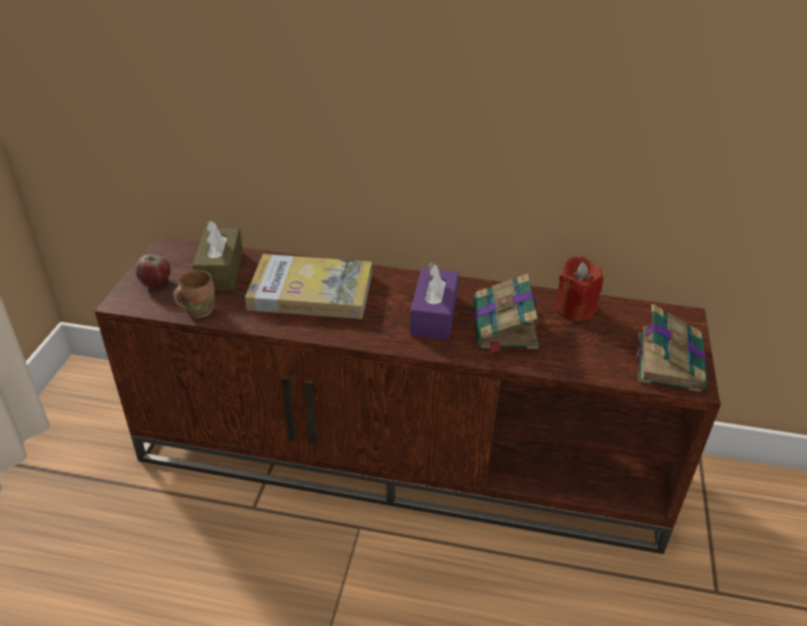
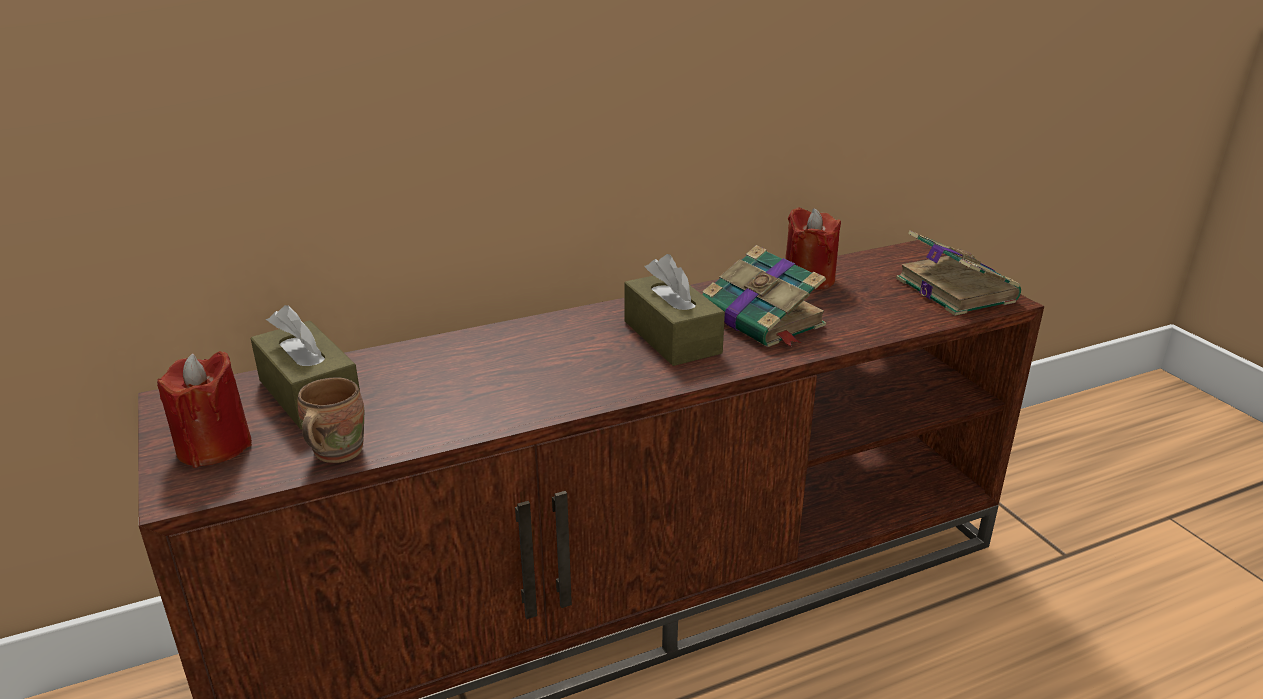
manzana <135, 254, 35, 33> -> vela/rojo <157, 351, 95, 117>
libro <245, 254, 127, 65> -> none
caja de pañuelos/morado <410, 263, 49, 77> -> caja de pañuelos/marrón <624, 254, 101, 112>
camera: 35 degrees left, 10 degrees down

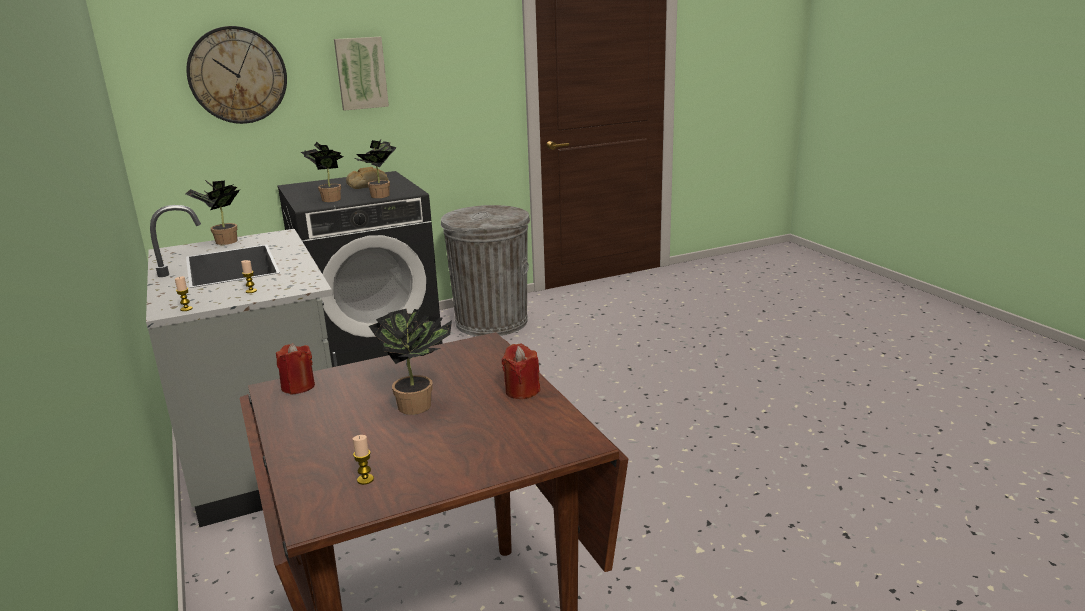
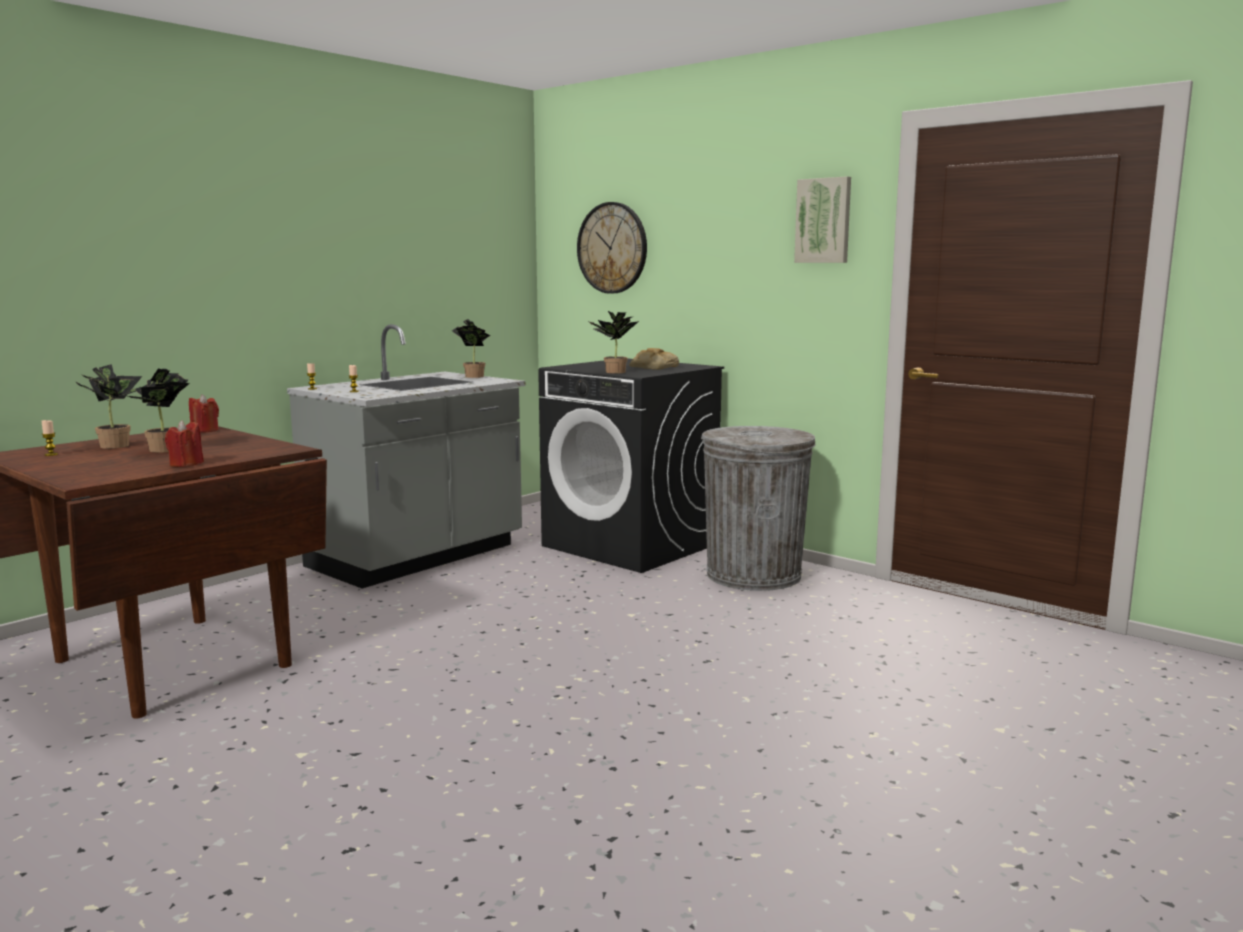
cuadro <334, 37, 55, 74> -> cuadro <794, 176, 57, 87>, shifted
planta en maceta <301, 142, 43, 60> -> planta en maceta <76, 364, 66, 85>, shifted
camera: 65 degrees right, 10 degrees down

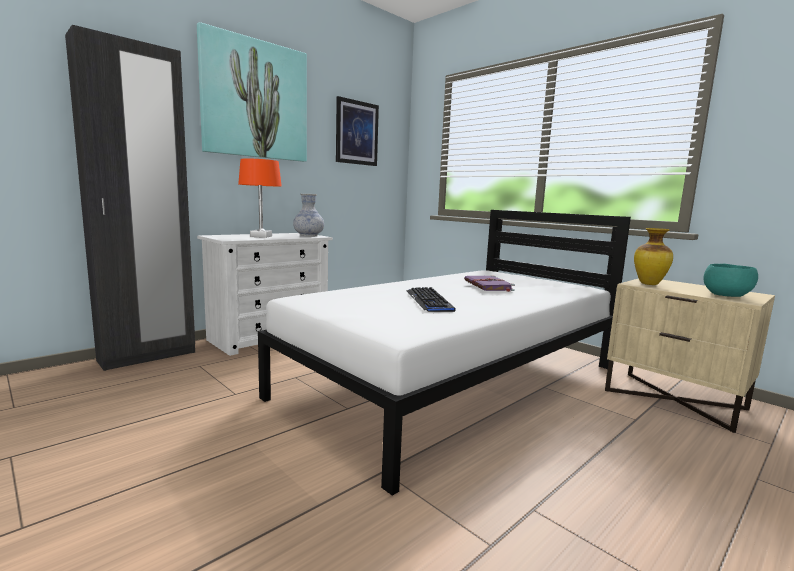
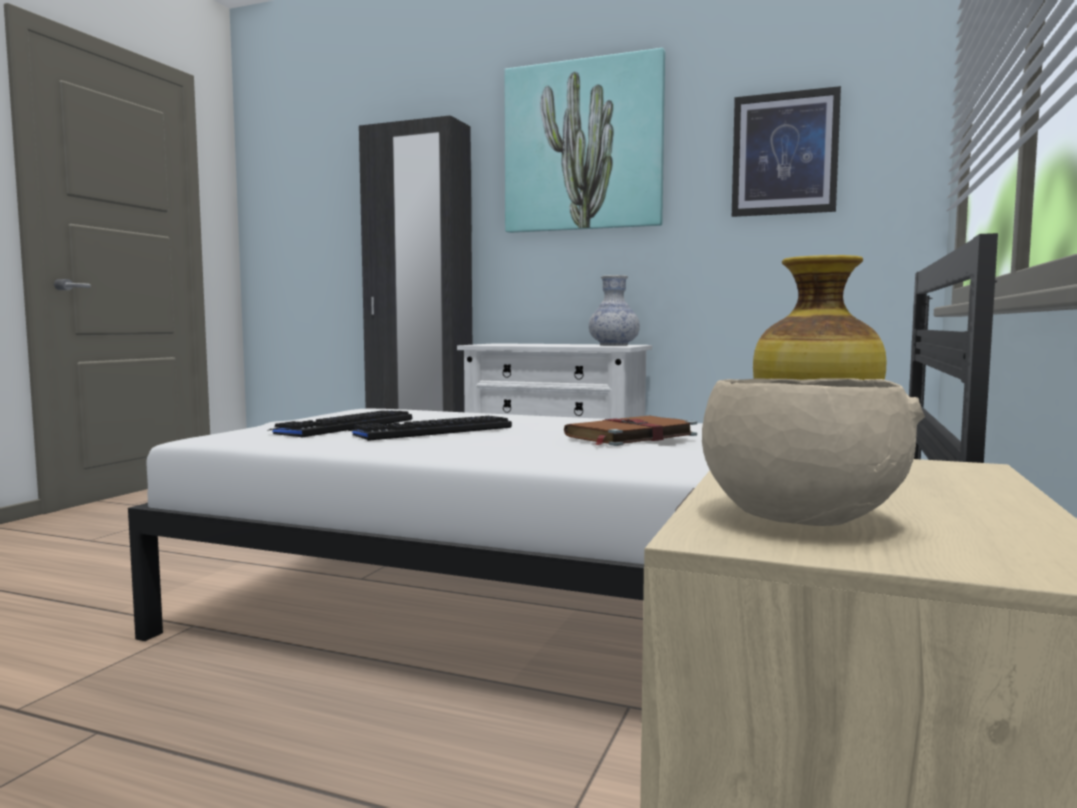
lámpara de mesa/naranja <238, 158, 44, 80> -> none
cuenco/turquesa <703, 264, 55, 33> -> cuenco/beis <702, 378, 223, 148>
libro/morado <464, 276, 51, 16> -> libro/marrón <564, 416, 133, 30>
none -> teclado <267, 410, 145, 28>
camera: 65 degrees right, 5 degrees down

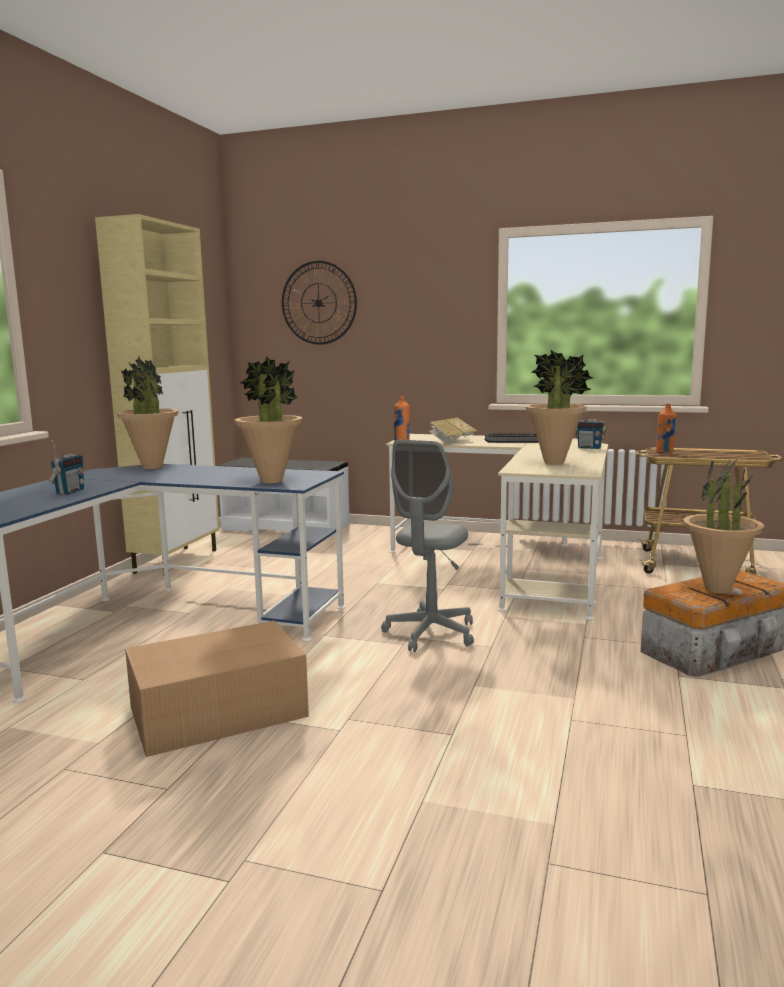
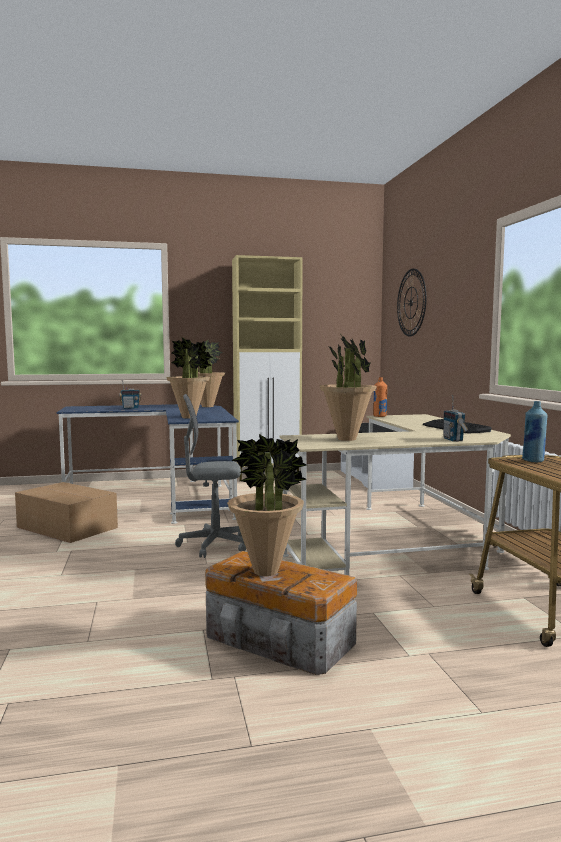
botella/naranja <656, 404, 20, 50> -> botella/azul <522, 401, 25, 61>
libro <429, 417, 48, 27> -> none
camera: 60 degrees right, 5 degrees down

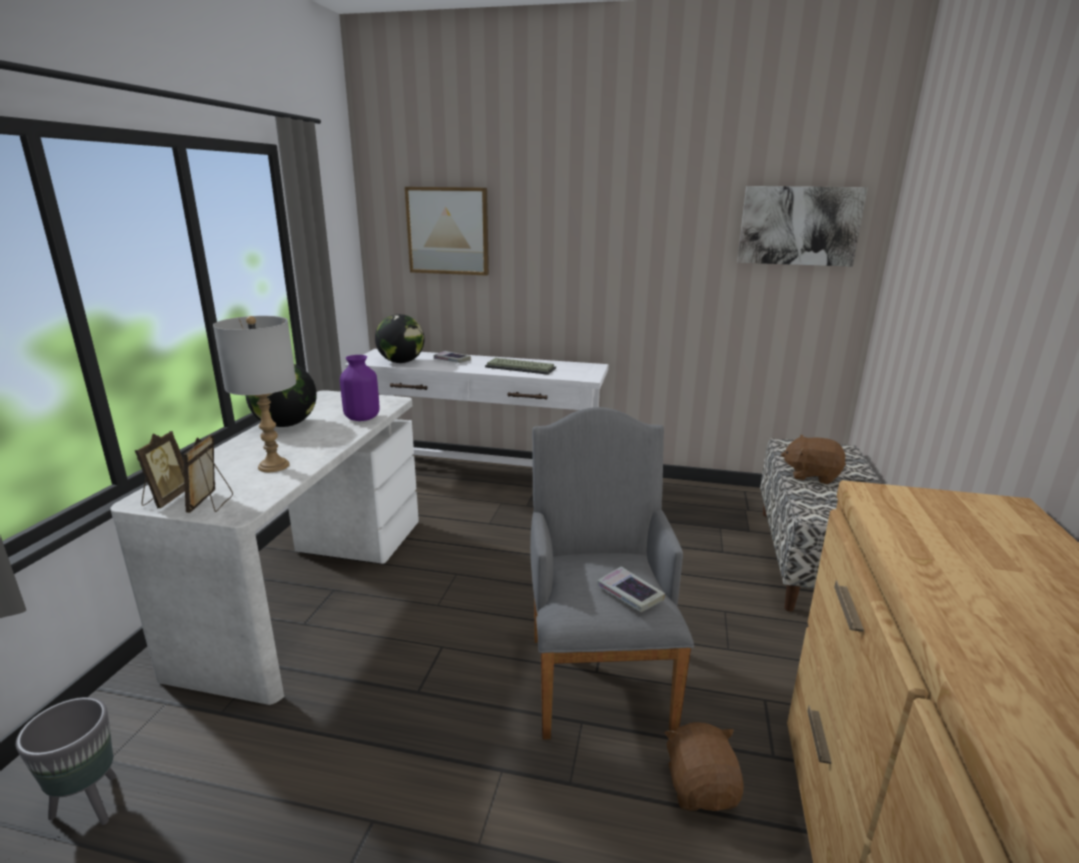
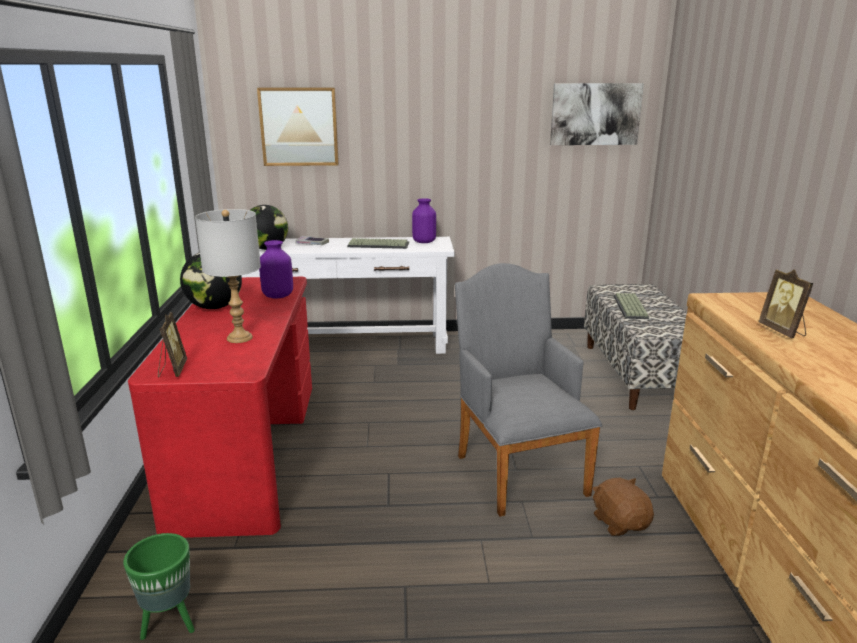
escritorio/blanco <110, 390, 309, 315> -> escritorio/rojo <128, 277, 184, 261>
portarretratos <183, 435, 50, 78> -> portarretratos <758, 270, 55, 68>, shifted
peluche/marrón <781, 435, 65, 49> -> teclado <614, 293, 35, 26>
libro <597, 566, 68, 46> -> none
maceta/gris <16, 697, 101, 128> -> maceta/verde <123, 533, 72, 107>
none -> florero/morado <412, 198, 24, 45>
camera: 15 degrees left, 0 degrees up

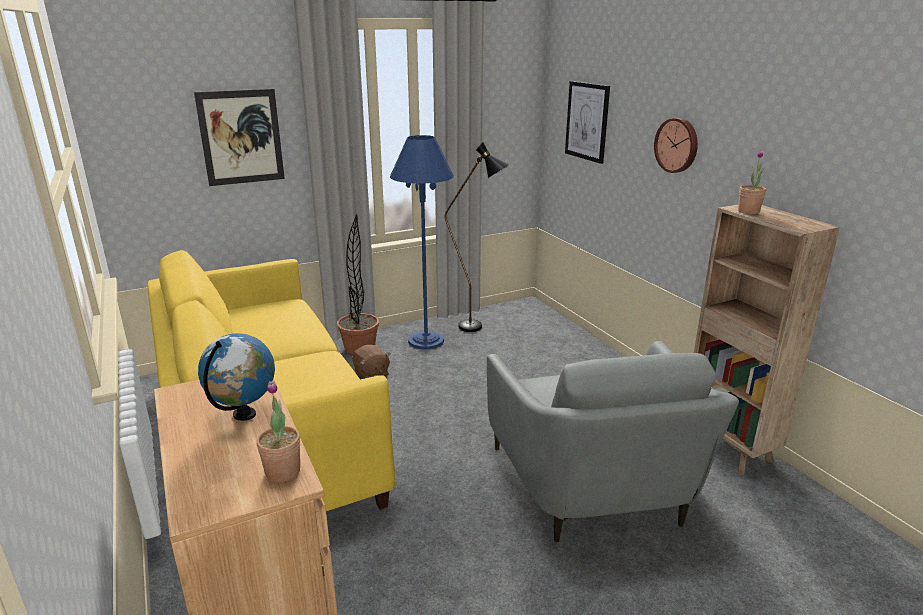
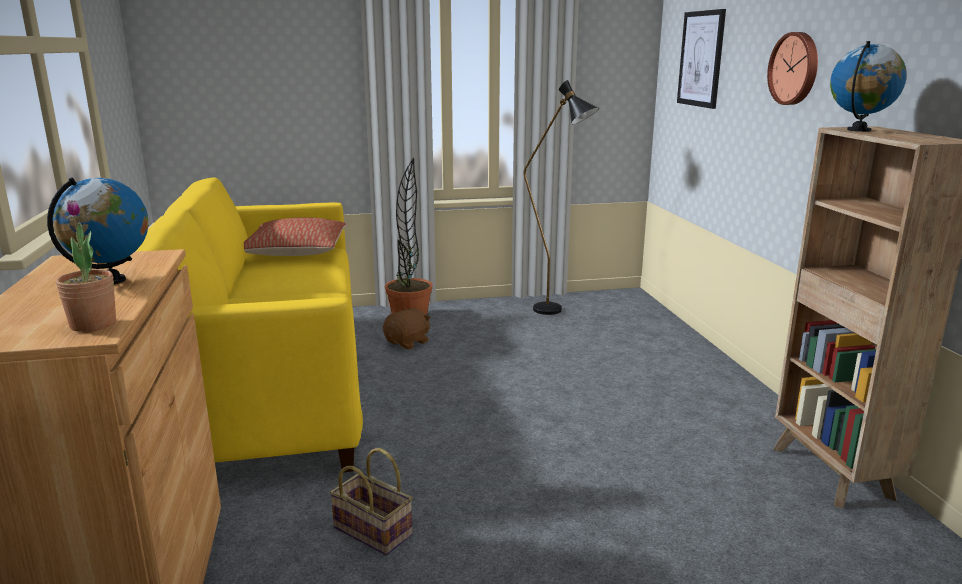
cuadro <194, 89, 91, 97> -> none
lámpara de pie/azul <390, 135, 64, 214> -> none
planta en maceta <738, 150, 28, 64> -> globo terráqueo <830, 41, 77, 91>
sillón/gris <487, 341, 252, 201> -> none
peluche/marrón <352, 345, 39, 34> -> peluche/marrón <383, 308, 48, 41>, 120 degrees counterclockwise
none -> cojín <244, 217, 102, 39>
none -> cesta <330, 448, 82, 107>
camera: 15 degrees right, 5 degrees down

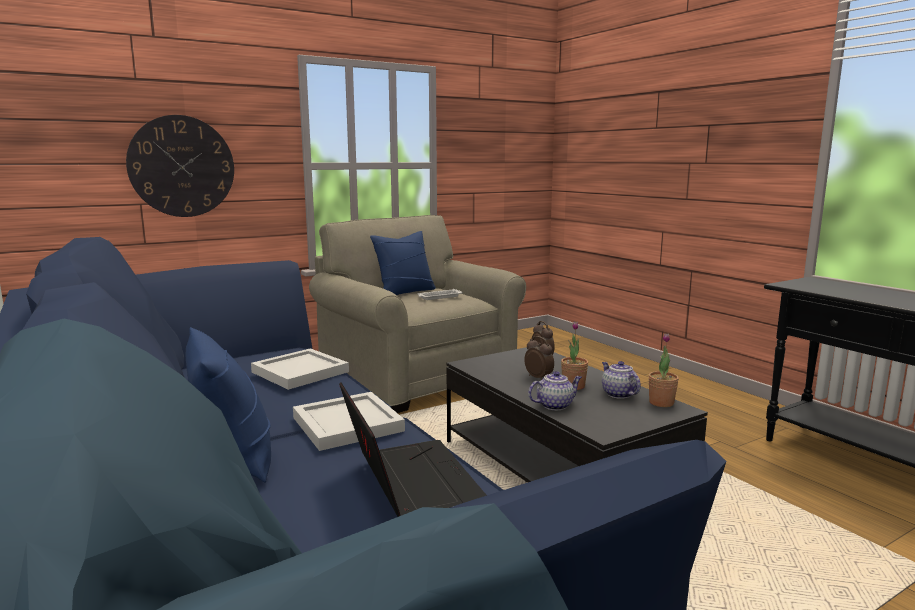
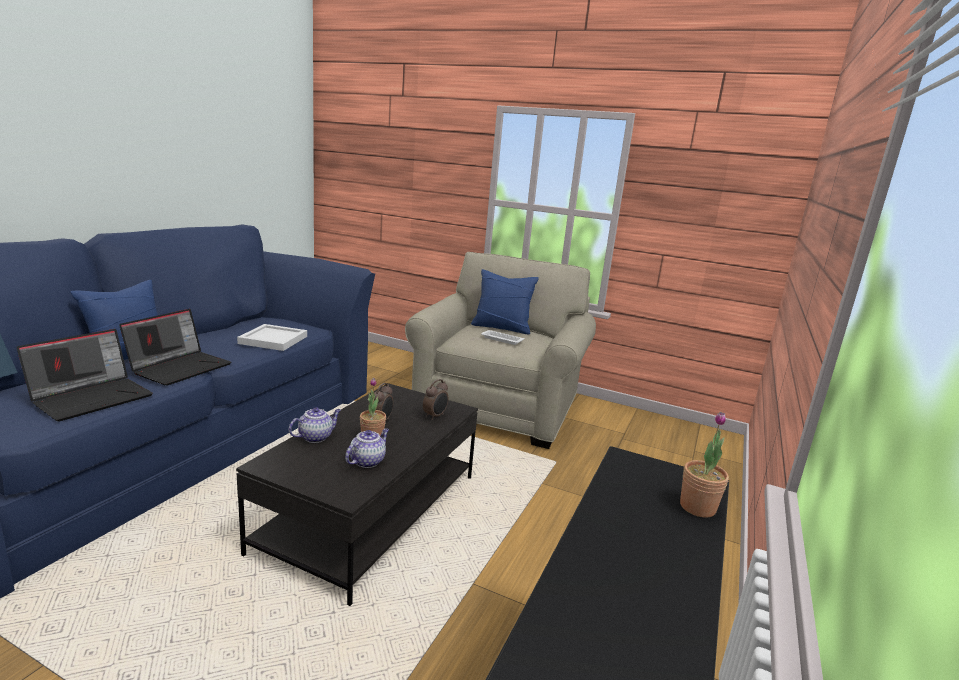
reloj de pared <126, 115, 108, 102> -> none
planta en maceta <648, 333, 31, 74> -> planta en maceta <680, 412, 49, 106>, shifted
tetera <528, 371, 54, 39> -> tetera <289, 407, 52, 36>, 75 degrees counterclockwise
bandeja/blanco <293, 392, 112, 59> -> portátil <119, 309, 113, 77>
camera: 55 degrees right, 5 degrees up

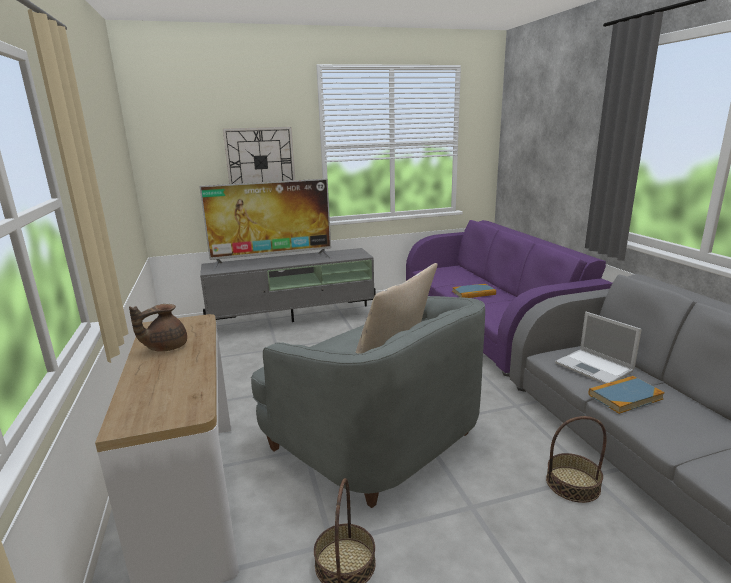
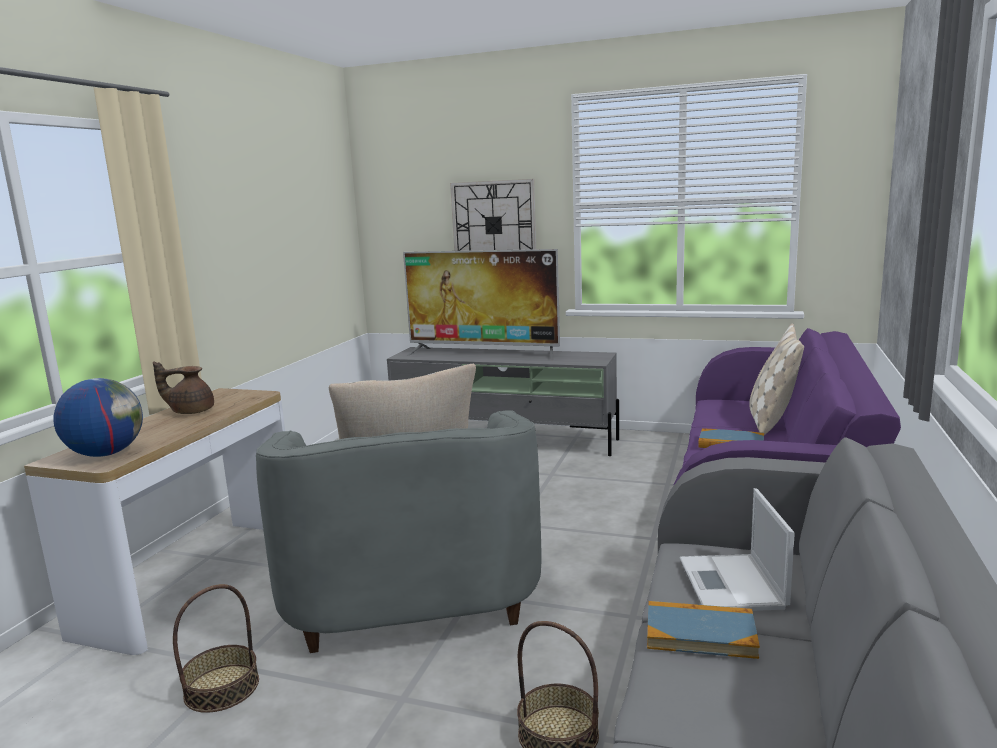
none -> cojín/beis <749, 323, 55, 112>
none -> globo terráqueo <53, 378, 90, 79>
camera: 35 degrees right, 5 degrees down

